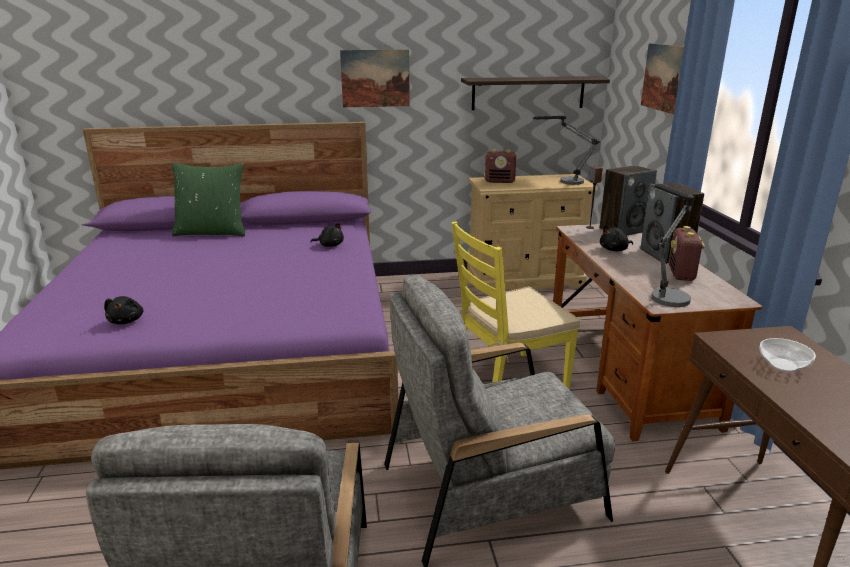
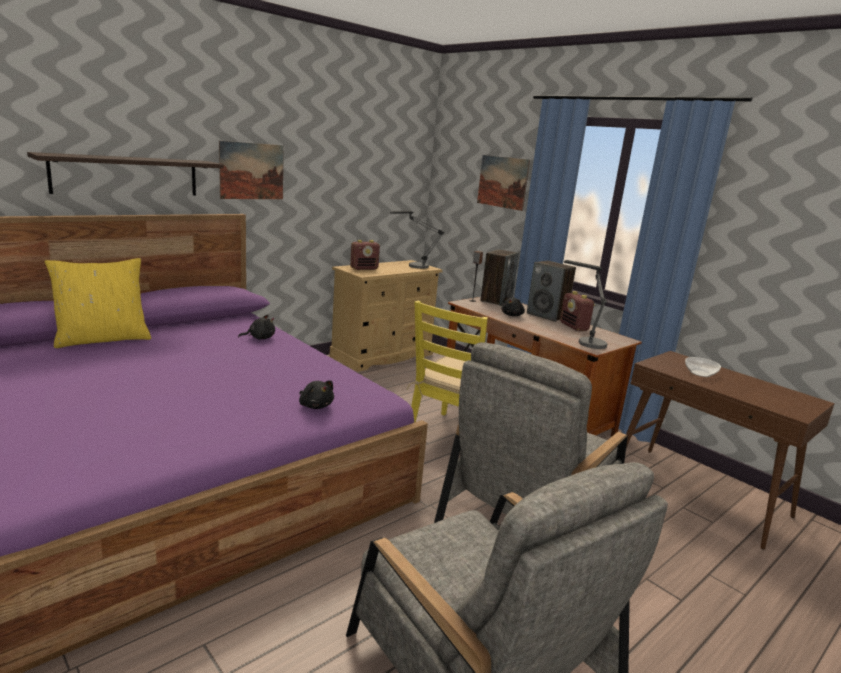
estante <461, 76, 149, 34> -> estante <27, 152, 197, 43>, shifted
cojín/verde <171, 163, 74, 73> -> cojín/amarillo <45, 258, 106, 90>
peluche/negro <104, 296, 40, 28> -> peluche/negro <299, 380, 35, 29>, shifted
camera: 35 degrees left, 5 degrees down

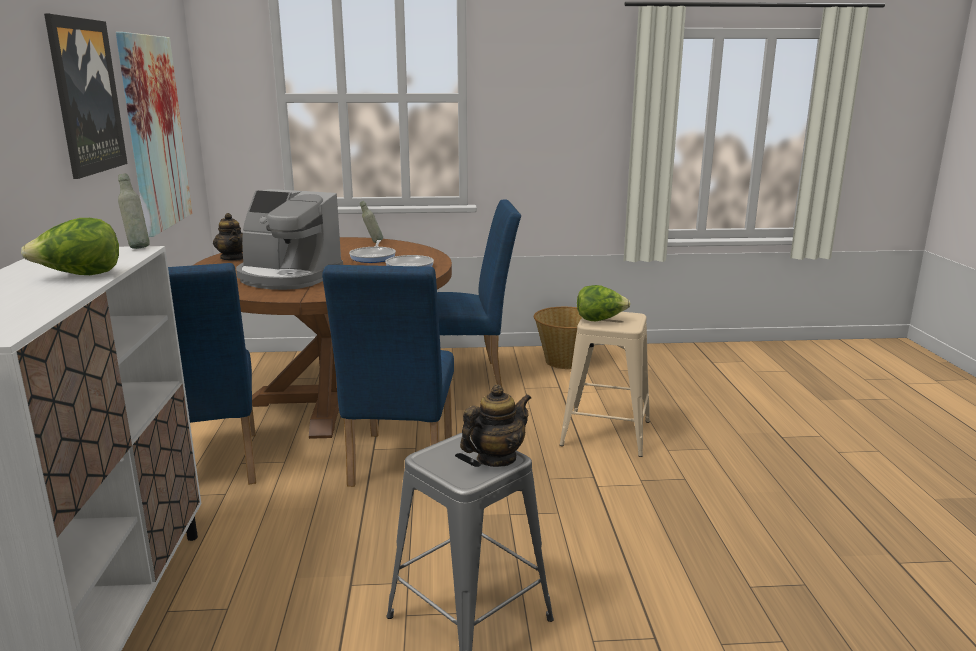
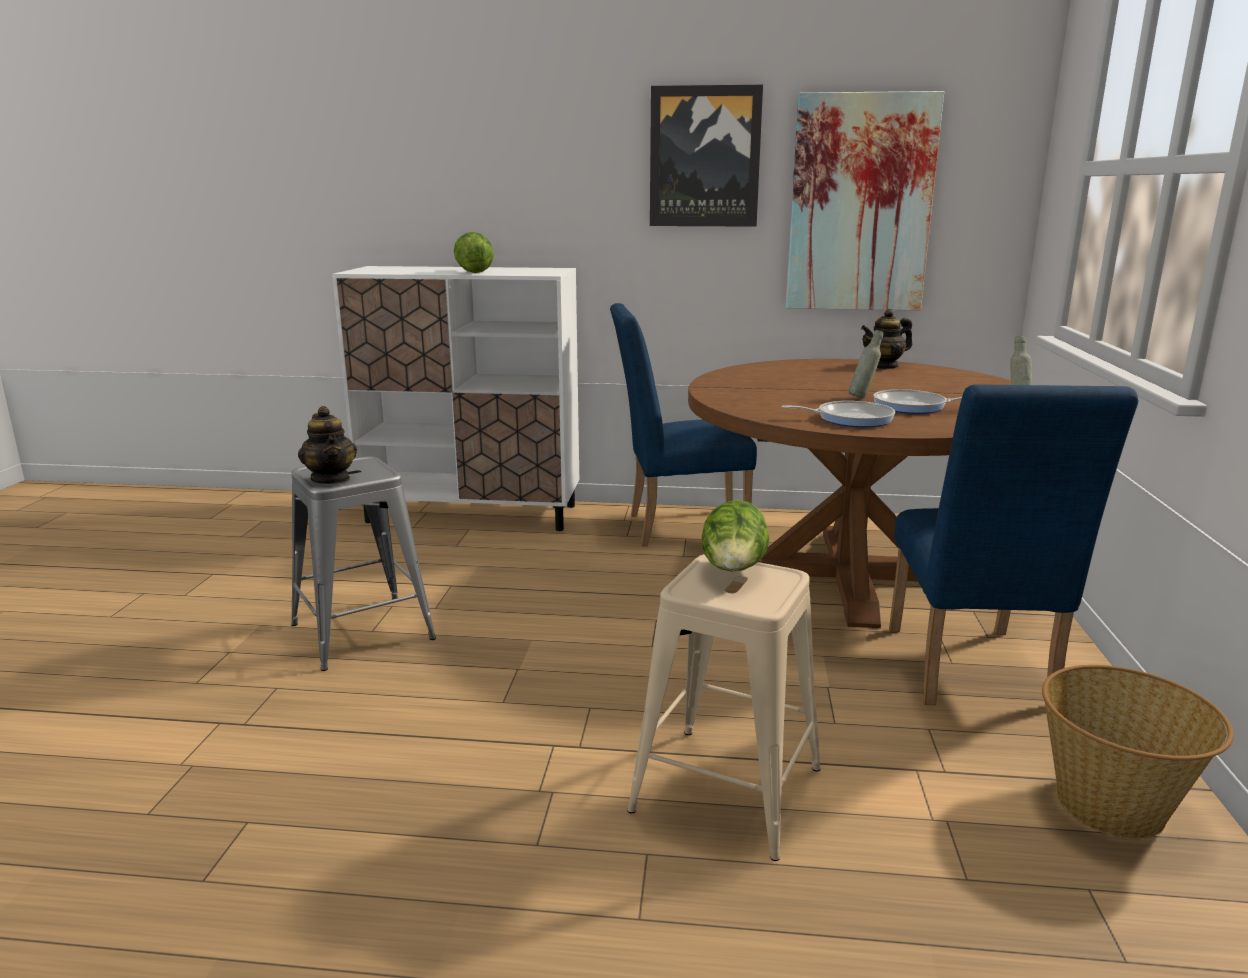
botella/gris <118, 174, 32, 75> -> botella/gris <848, 330, 35, 68>, shifted
cafetera <236, 189, 107, 101> -> none
silla/azul <322, 265, 132, 222> -> none
camera: 100 degrees right, 0 degrees up

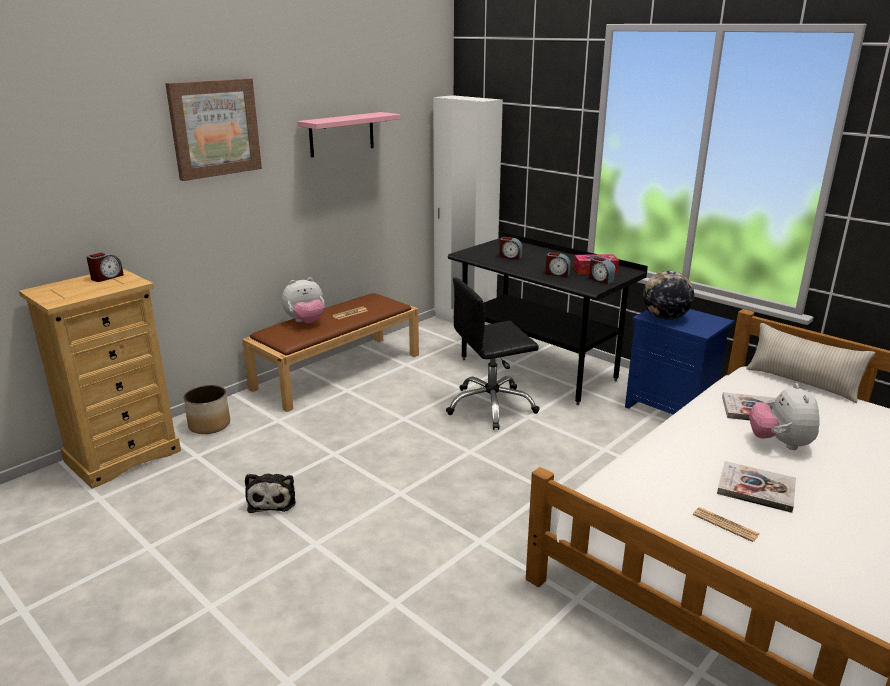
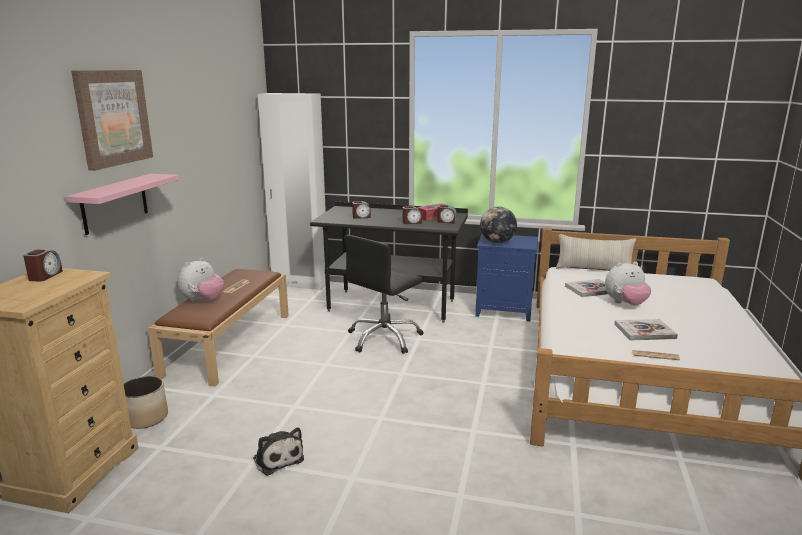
estante/rosa <297, 112, 104, 45> -> estante/rosa <66, 174, 113, 61>, shifted
peluche <749, 383, 71, 67> -> peluche <605, 262, 46, 44>, 75 degrees counterclockwise
camera: 30 degrees left, 5 degrees down

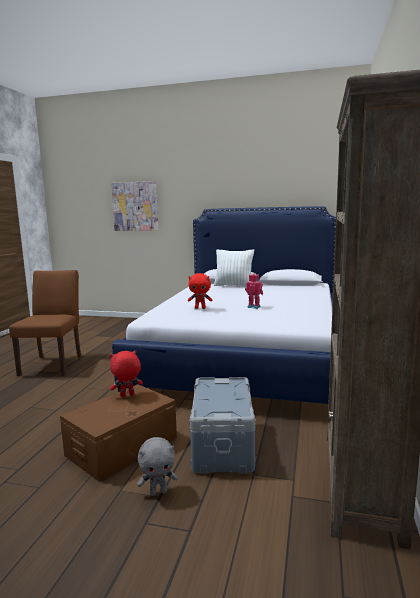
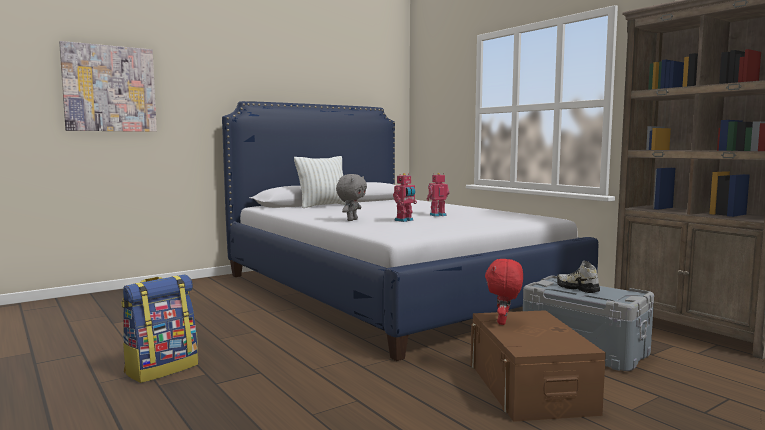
silla/marrón <9, 270, 72, 106> -> mochila <121, 274, 77, 109>
peluche/rojo <188, 273, 24, 36> -> robot de juguete <393, 173, 24, 49>
peluche/gris <137, 437, 41, 59> -> peluche/gris <336, 174, 31, 47>, shifted
none -> zapato <557, 261, 43, 32>
camera: 50 degrees left, 5 degrees down

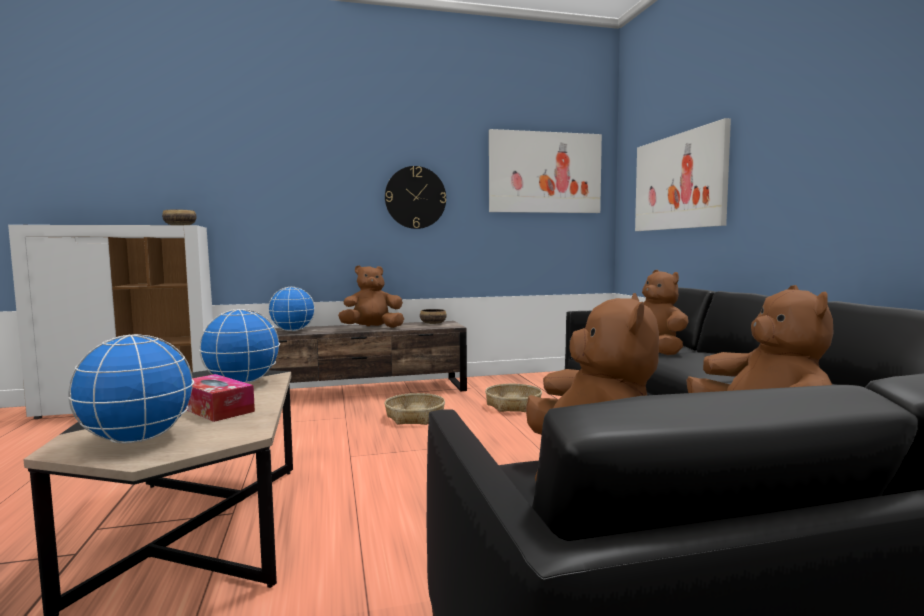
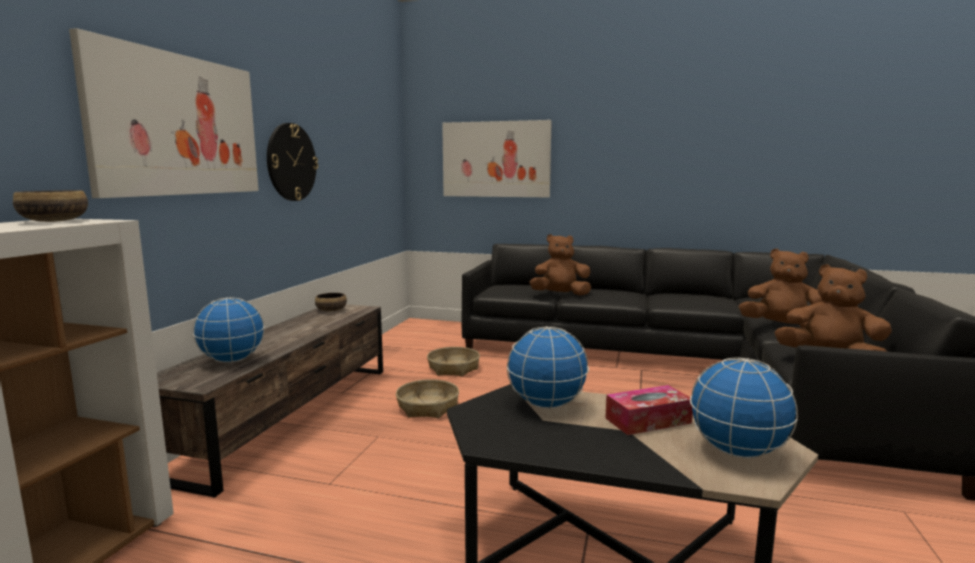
cuadro <489, 129, 113, 84> -> cuadro <69, 28, 190, 170>, shifted
peluche/marrón <338, 265, 66, 63> -> none
camera: 60 degrees left, 5 degrees up

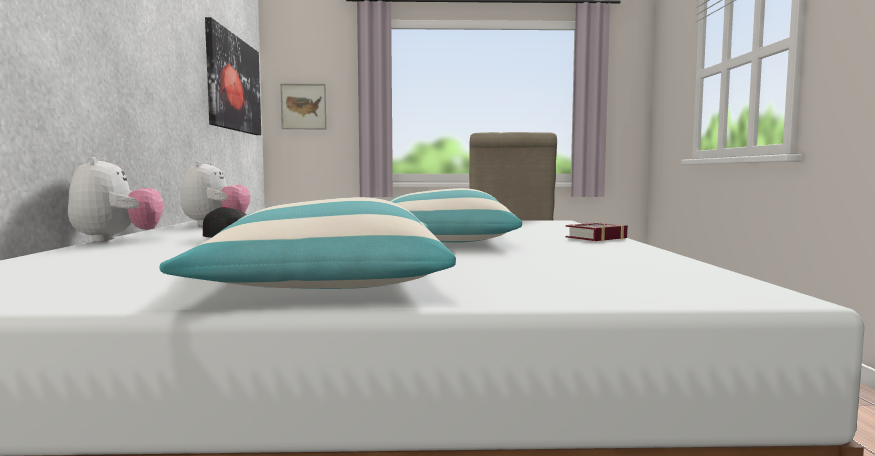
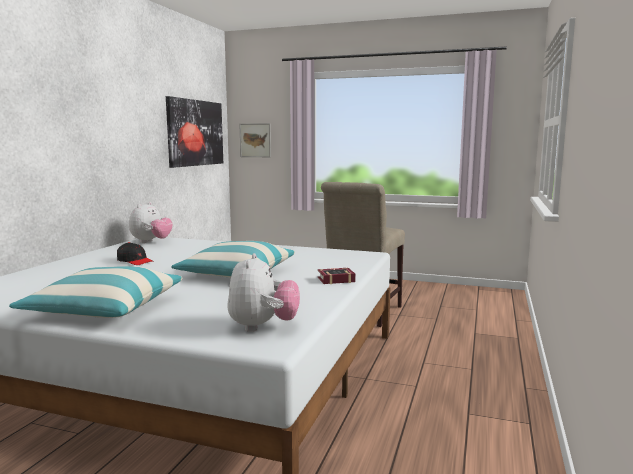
peluche <68, 157, 95, 85> -> peluche <227, 253, 73, 79>, shifted
camera: 20 degrees right, 5 degrees up

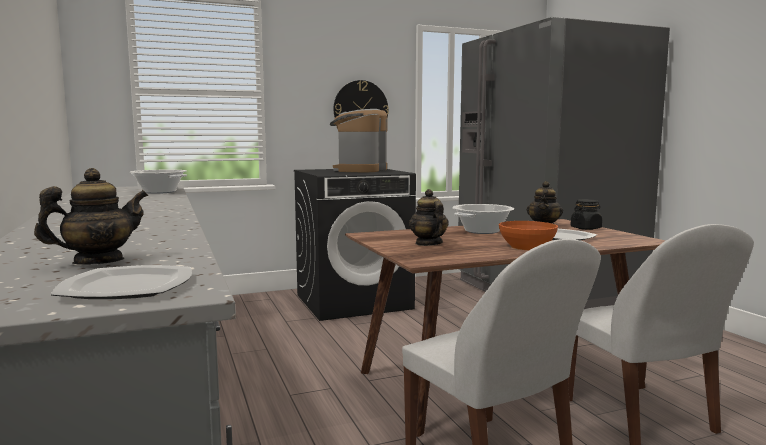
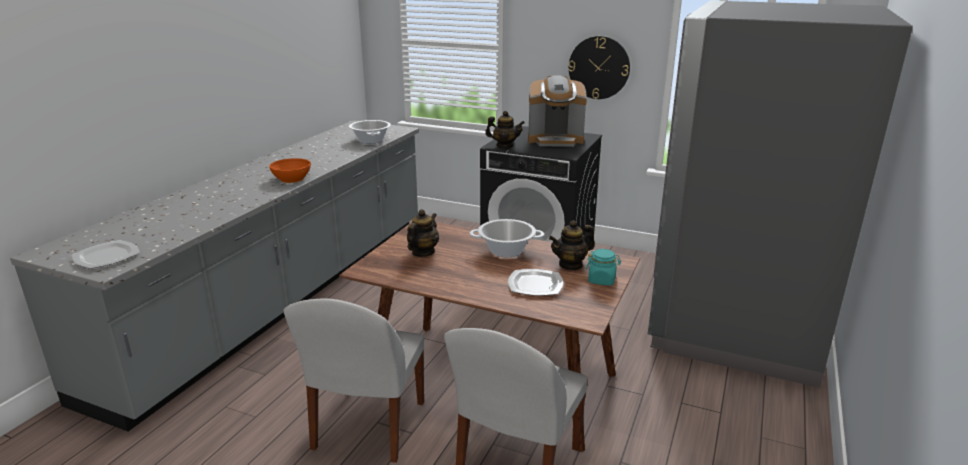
cafetera <330, 109, 57, 63> -> cafetera <528, 75, 59, 72>, 150 degrees counterclockwise
tetera <34, 168, 114, 97> -> tetera <485, 111, 40, 37>, shifted
tarro/negro <571, 199, 31, 31> -> tarro/turquesa <586, 249, 35, 36>
cuenco/naranja <499, 221, 59, 29> -> cuenco/naranja <269, 158, 42, 25>, shifted
camera: 45 degrees right, 15 degrees up

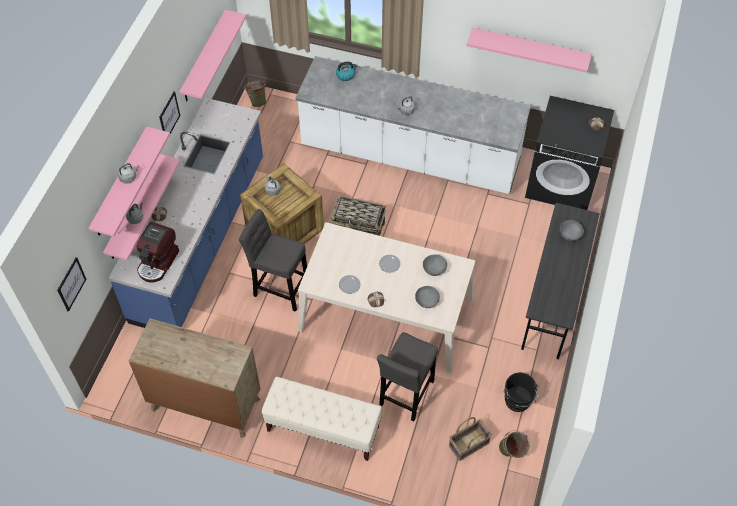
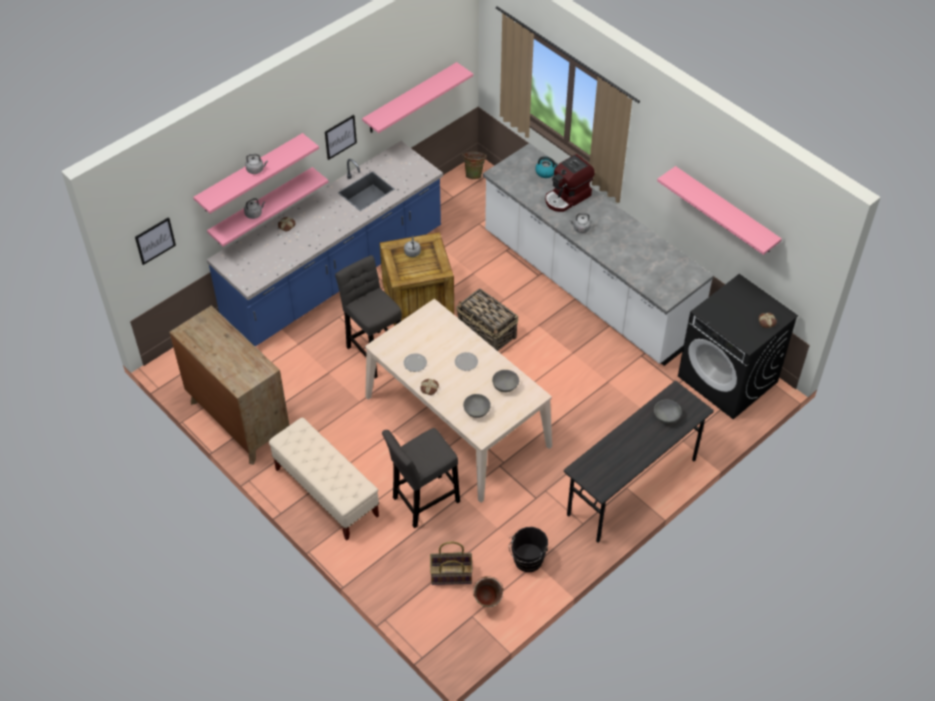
cafetera <136, 222, 43, 60> -> cafetera <545, 154, 50, 58>, shifted
camera: 30 degrees right, 5 degrees down

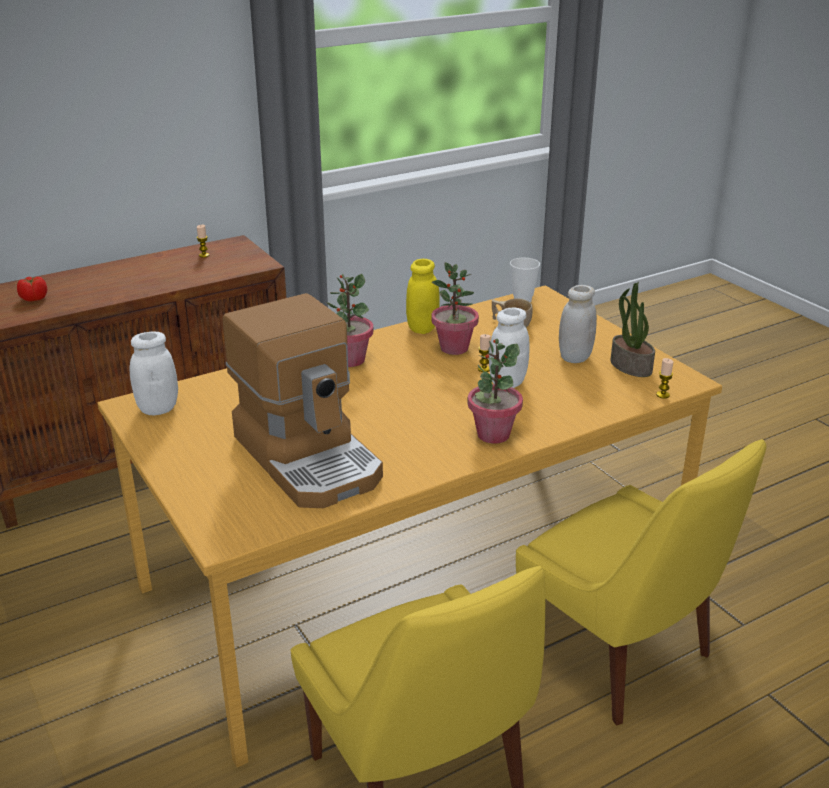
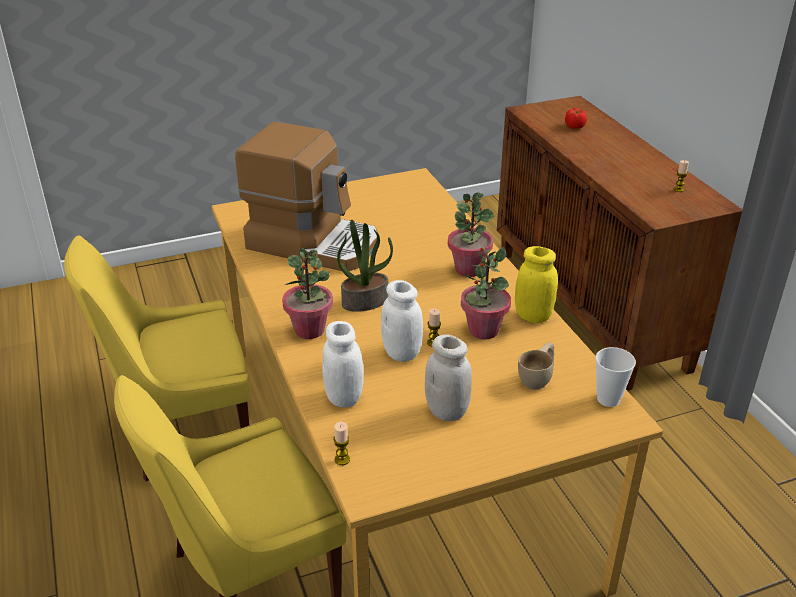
planta en maceta <610, 282, 45, 95> -> planta en maceta <337, 220, 56, 92>, shifted
cafetera <223, 293, 160, 215> -> cafetera <235, 122, 143, 149>, 135 degrees counterclockwise
tarro/blanco <130, 331, 48, 84> -> tarro/blanco <322, 321, 42, 87>, shifted
camera: 100 degrees right, 5 degrees up

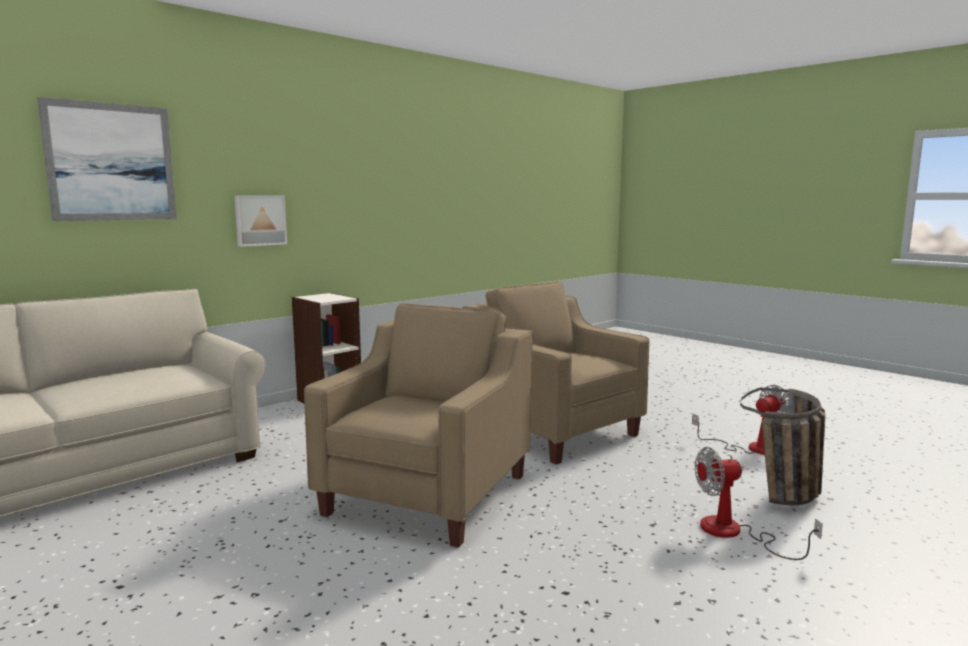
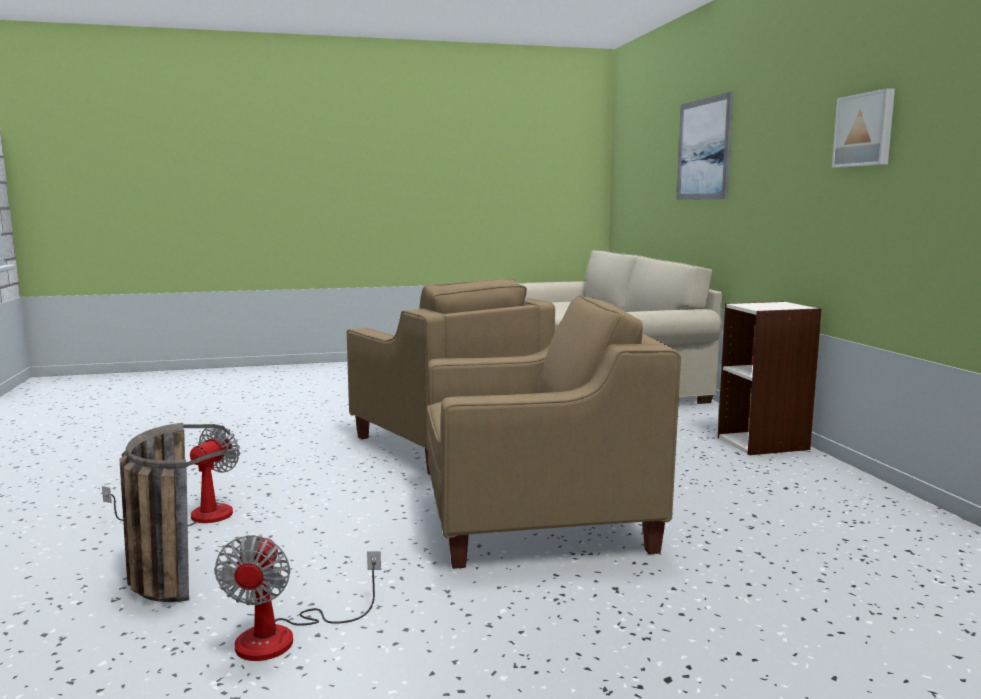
cuadro <234, 195, 53, 52> -> cuadro <832, 88, 63, 80>, shifted
camera: 120 degrees right, 0 degrees up

